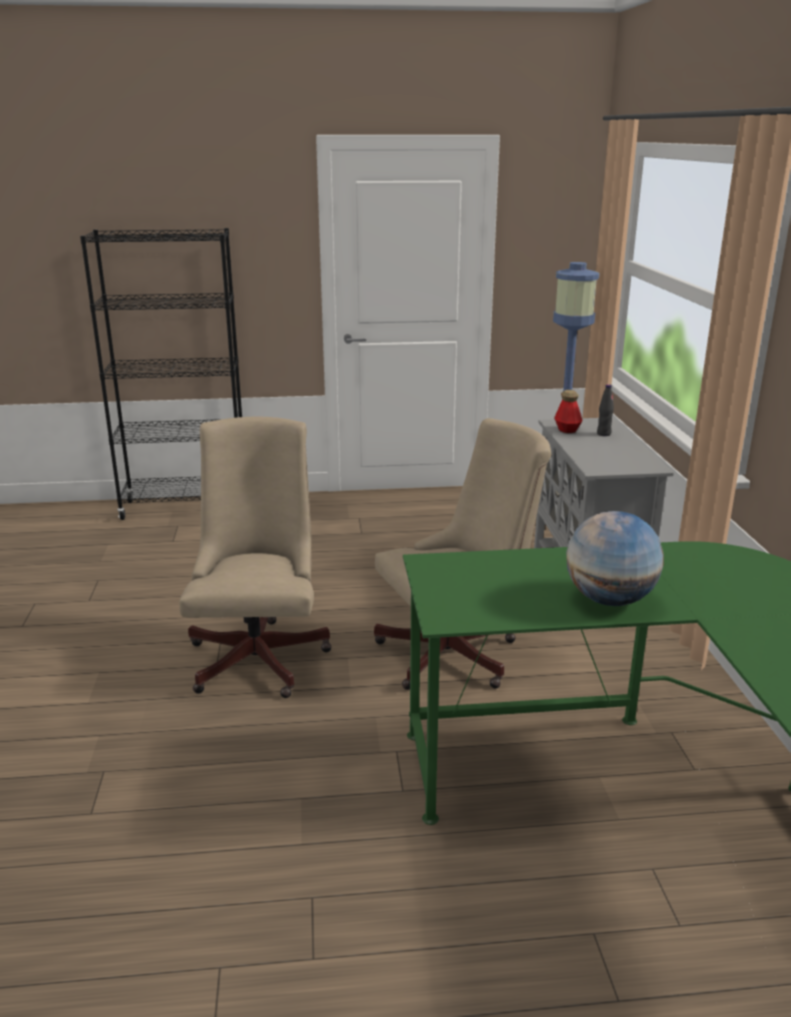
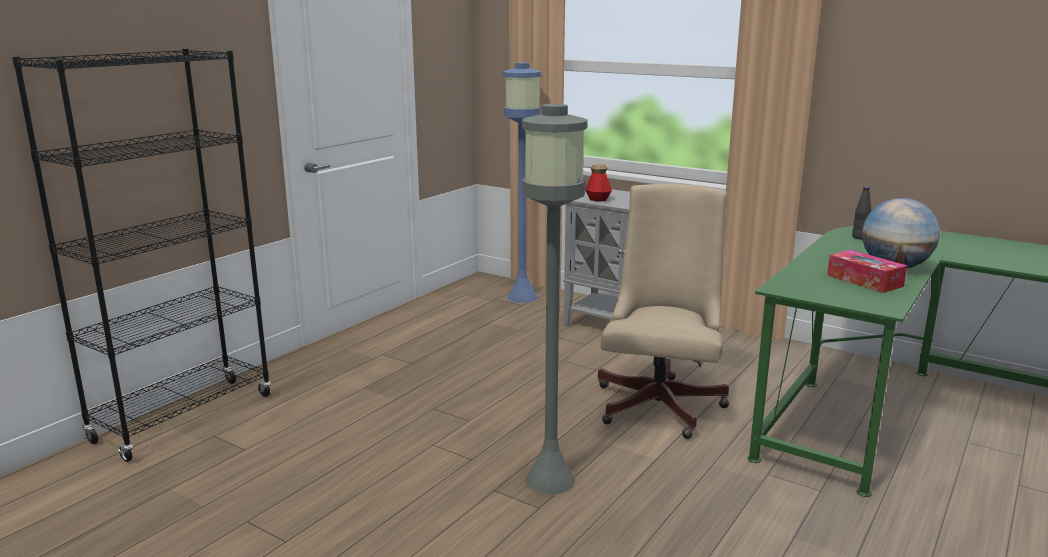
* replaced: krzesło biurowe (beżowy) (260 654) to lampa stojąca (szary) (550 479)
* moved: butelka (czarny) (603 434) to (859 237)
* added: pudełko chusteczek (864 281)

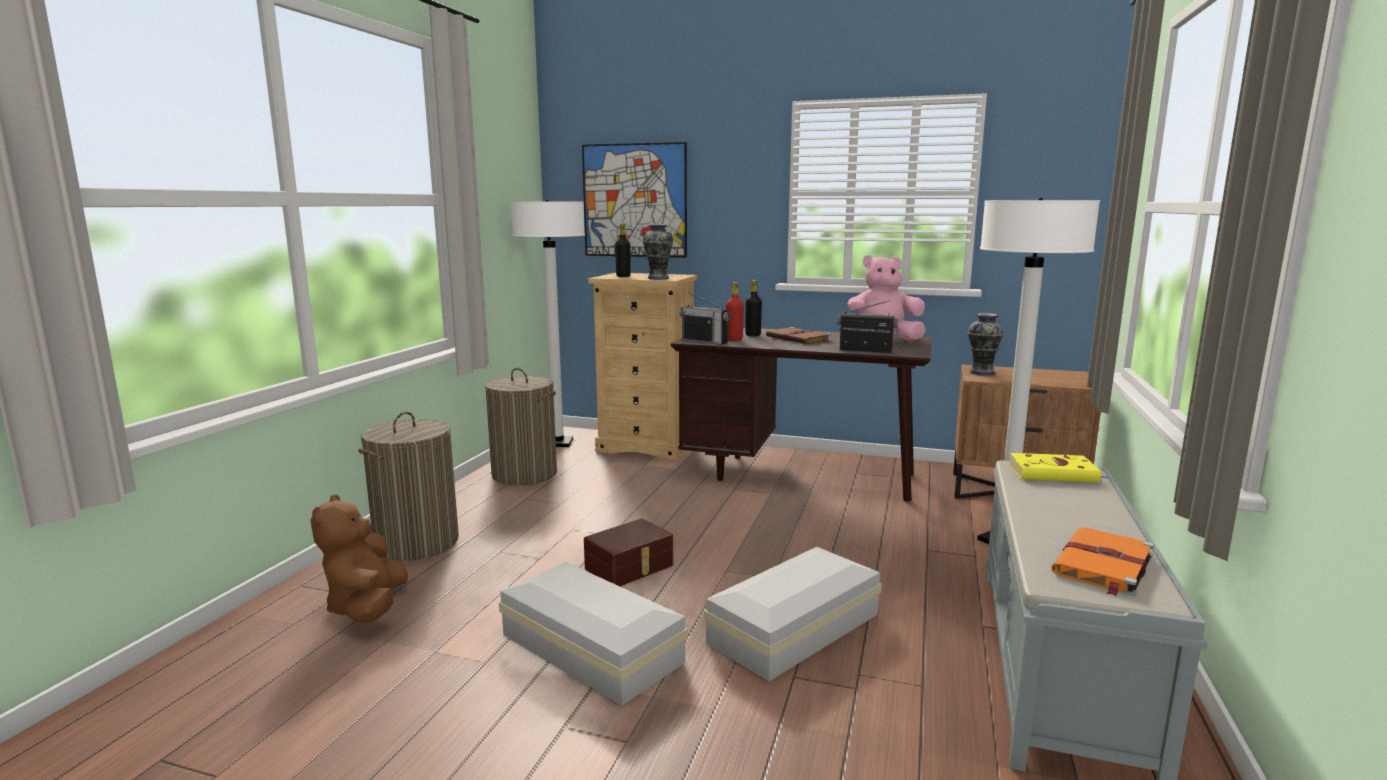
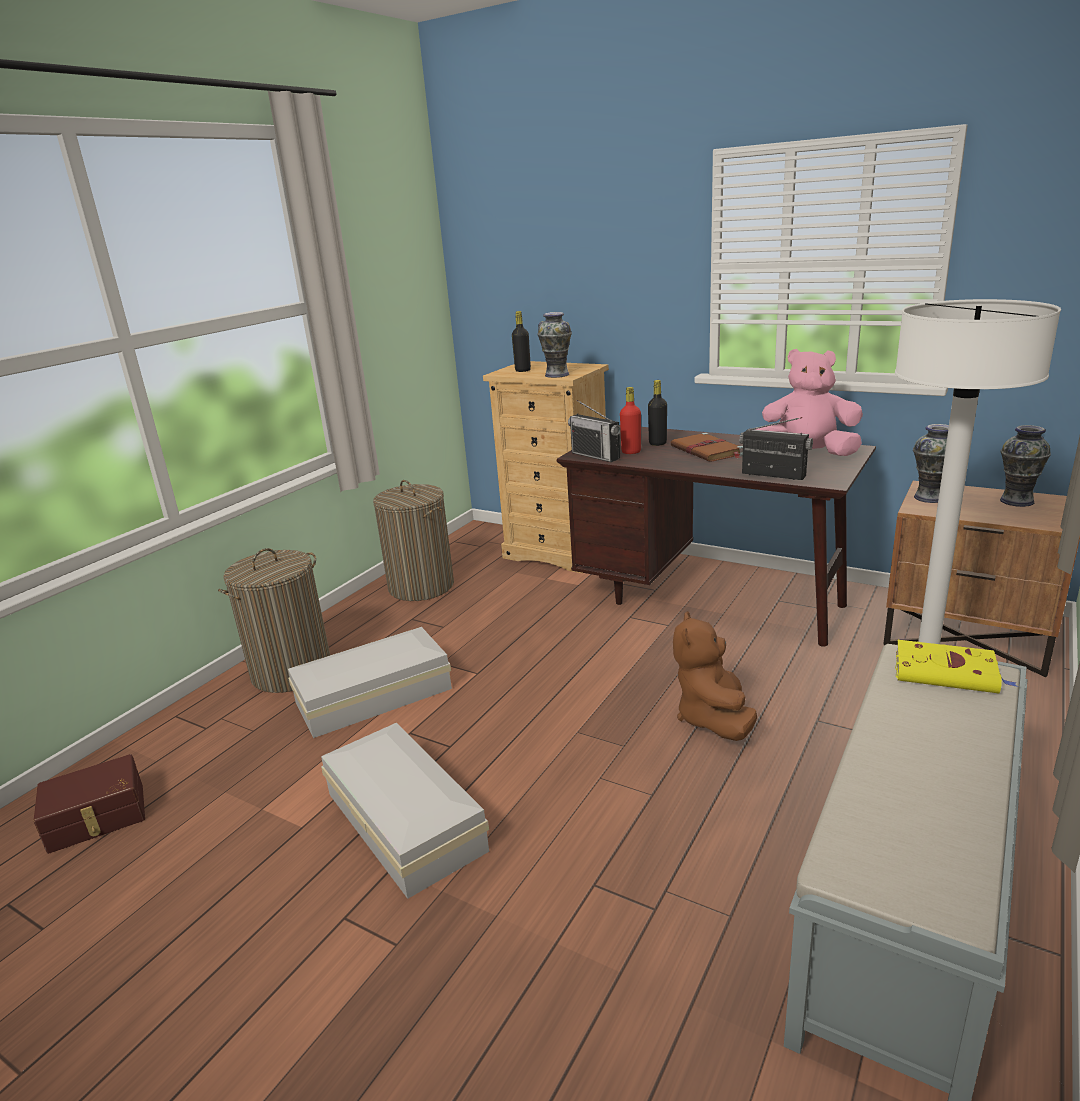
* moved: pluszak (brązowy) (367 608) to (713 718)
* removed: lampa stojąca (biały) (558 443)
* removed: obraz (634 200)
* moved: pojemnik do przechowywania (brązowy) (630 567) to (97 818)
* moved: pojemnik do przechowywania (biały) (798 628) to (376 696)
* removed: książka (pomarańczowy) (1102 565)
* added: wazon (1017 501)

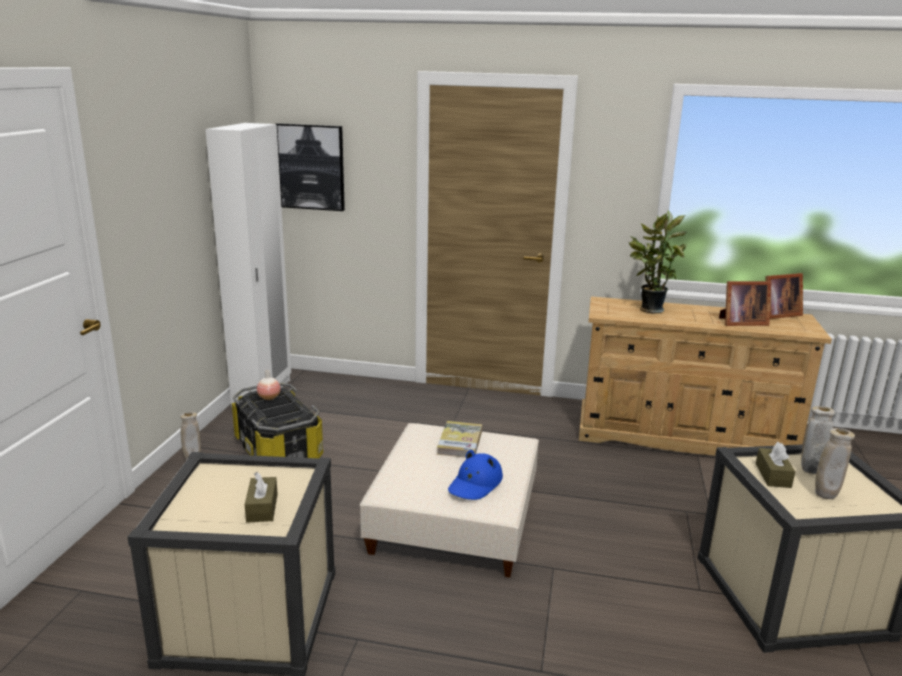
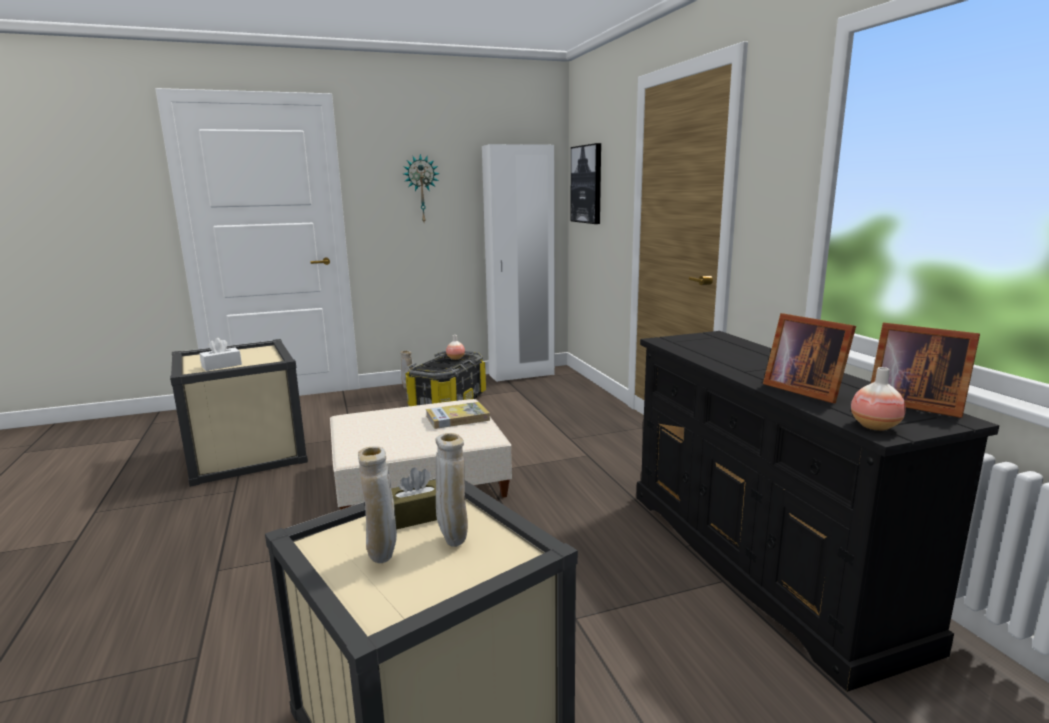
* recoloured: pudełko chusteczek (brązowy) (262 508) to pudełko chusteczek (biały) (221 366)
* removed: kapelusz (niebieski) (475 484)
* recoloured: komoda (beżowy) (685 436) to komoda (czarny) (762 561)
* removed: roślina doniczkowa (649 309)
* added: zegar ścienny (421 189)
* added: wazon (875 426)

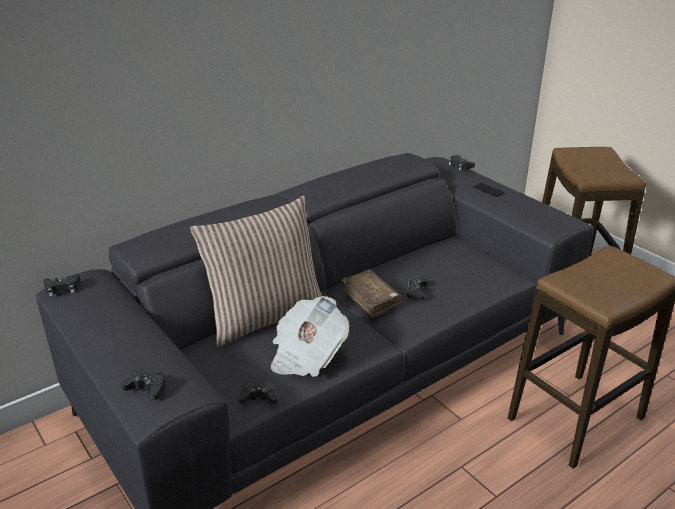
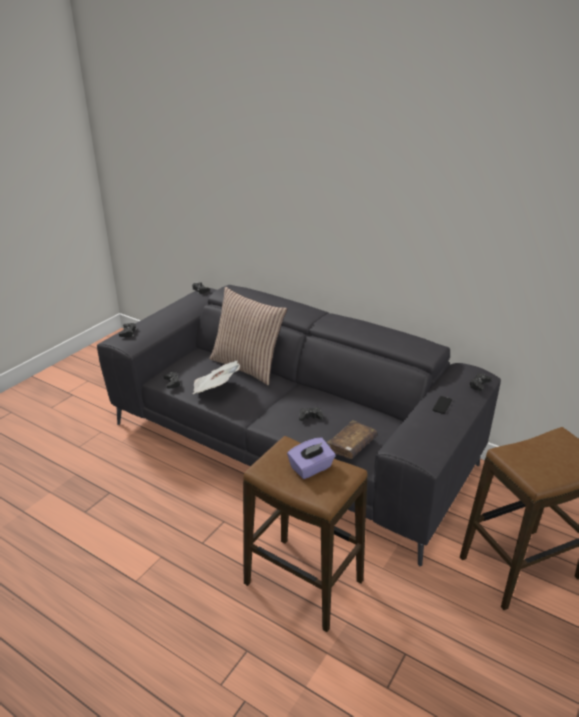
* moved: książka (brązowy) (371 299) to (351 445)
* added: pudełko chusteczek (fioletowy) (311 468)

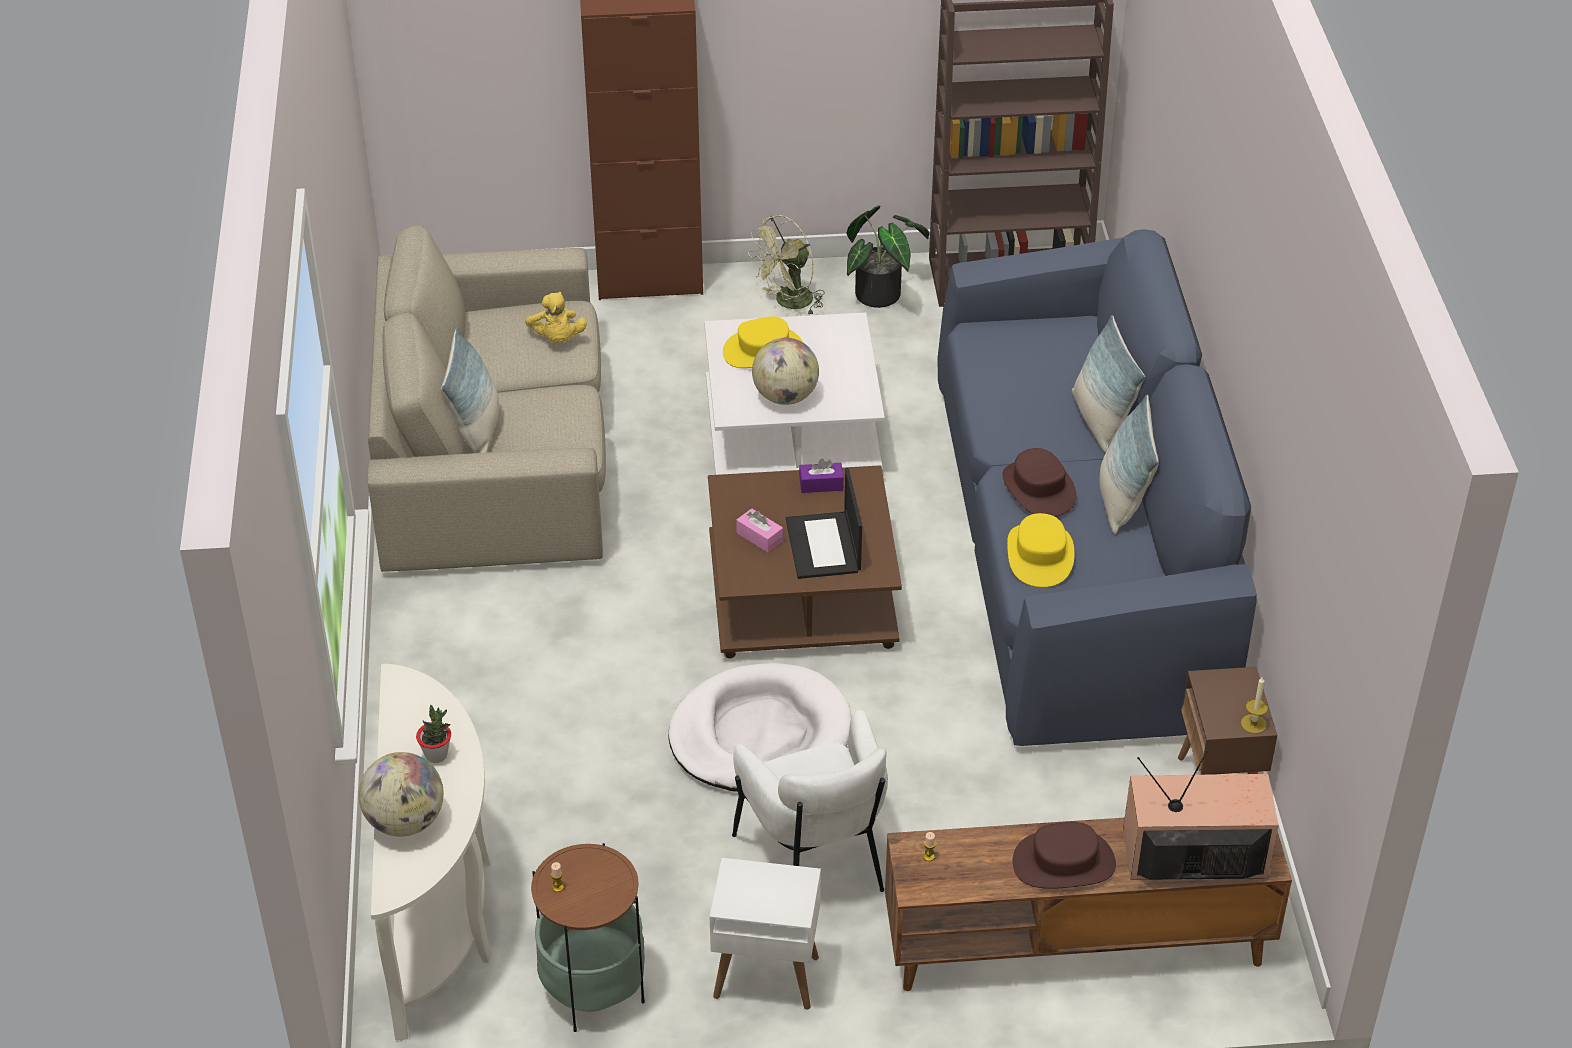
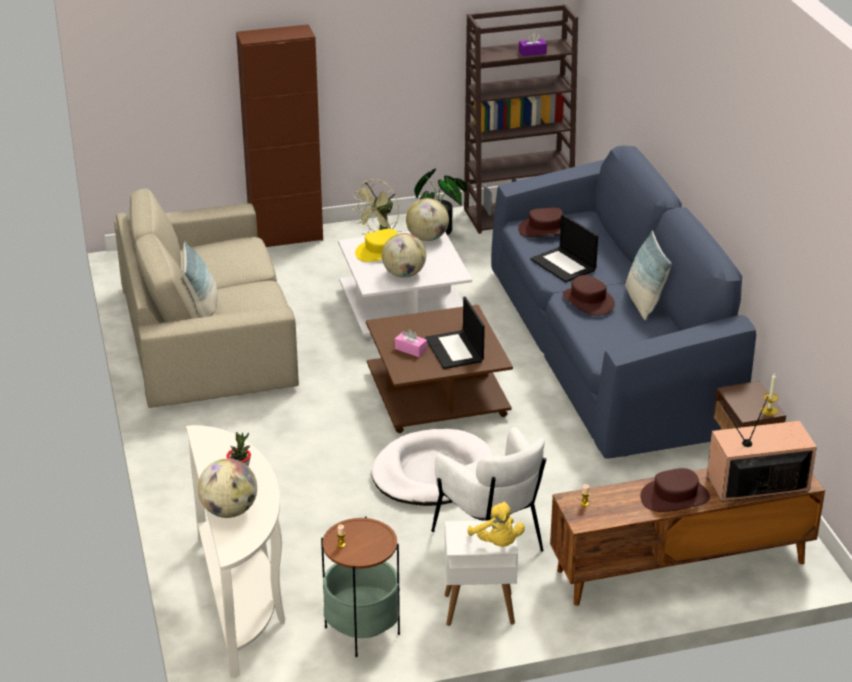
* moved: pluszak (żółty) (557 339) to (497 543)
* moved: pudełko chusteczek (fioletowy) (821 484) to (532 52)
* removed: kapelusz (żółty) (1040 555)
* removed: poduszka (1100 421)
* added: globus (427 238)
* added: kapelusz (brązowy) (545 229)
* added: laptop (564 265)

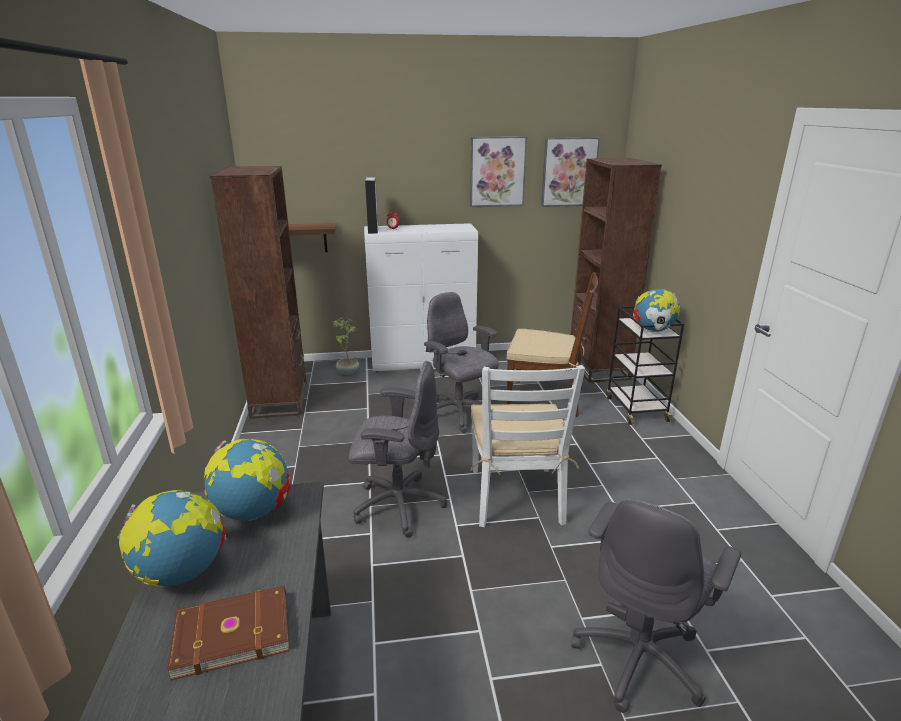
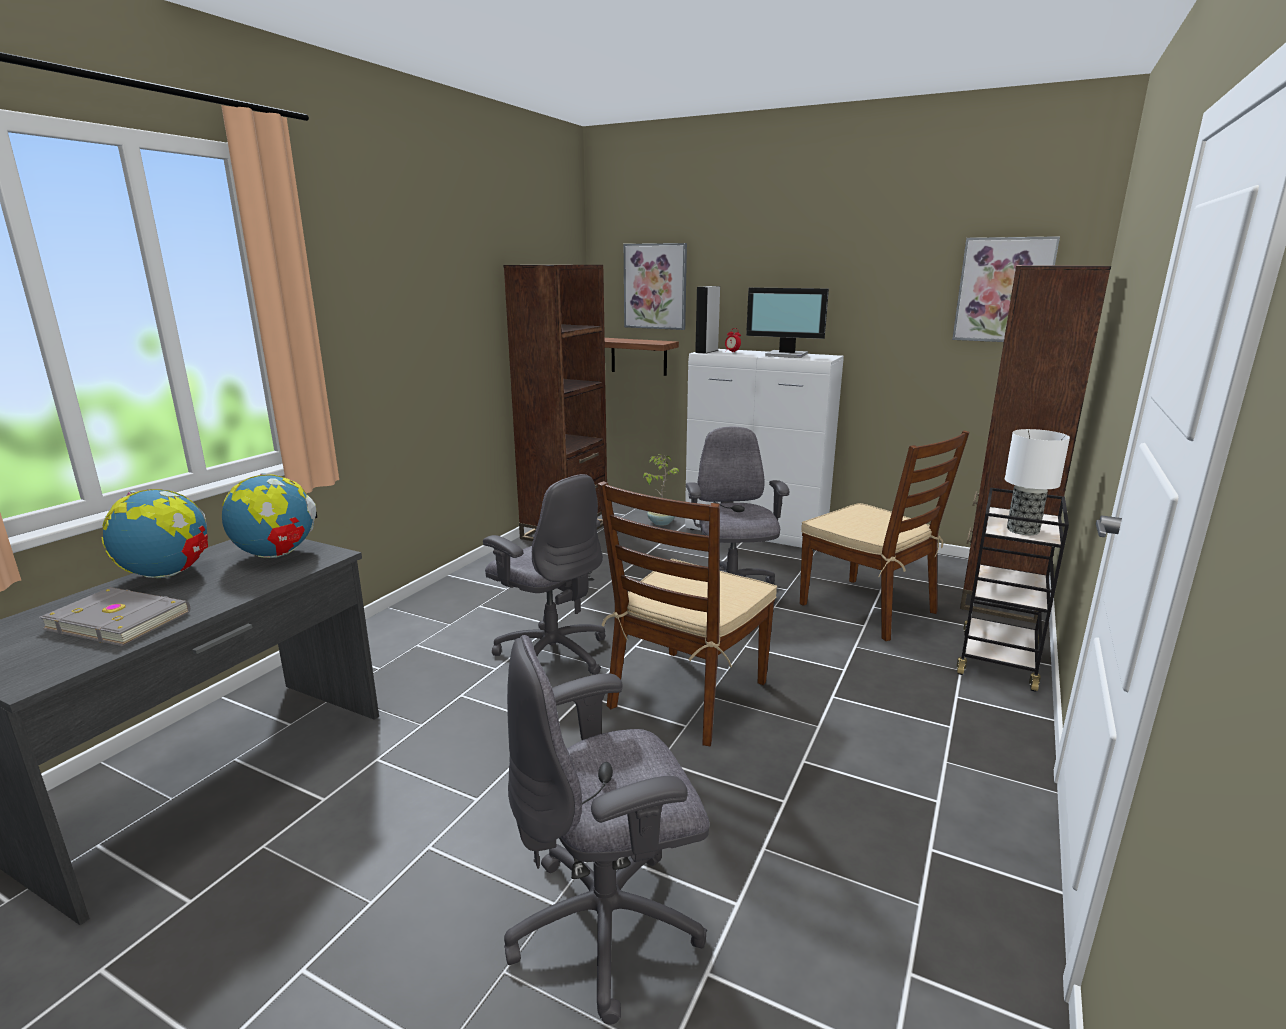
* recoloured: książka (brązowy) (231 632) to książka (szary) (120 619)
* moved: obraz (497 172) to (655 286)
* recoloured: krzesło (biały) (516 496) to krzesło (brązowy) (687 695)
* replaced: globus (653 331) to lampa stołowa (1021 530)
* added: monitor (787 355)

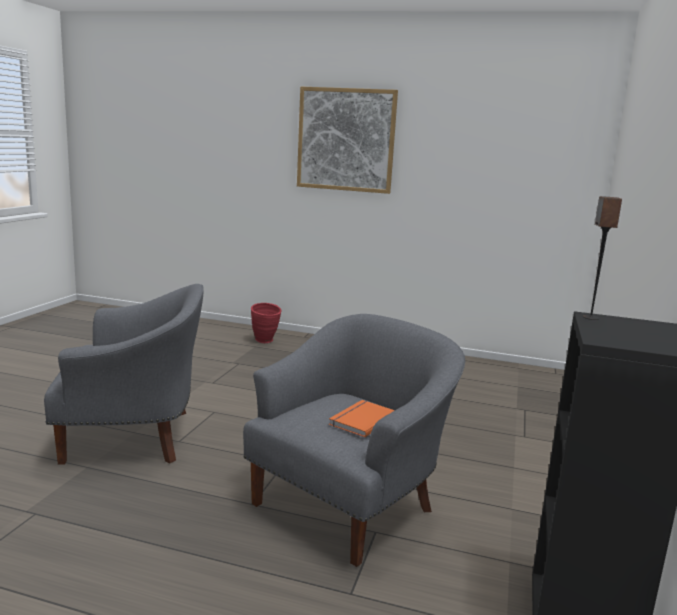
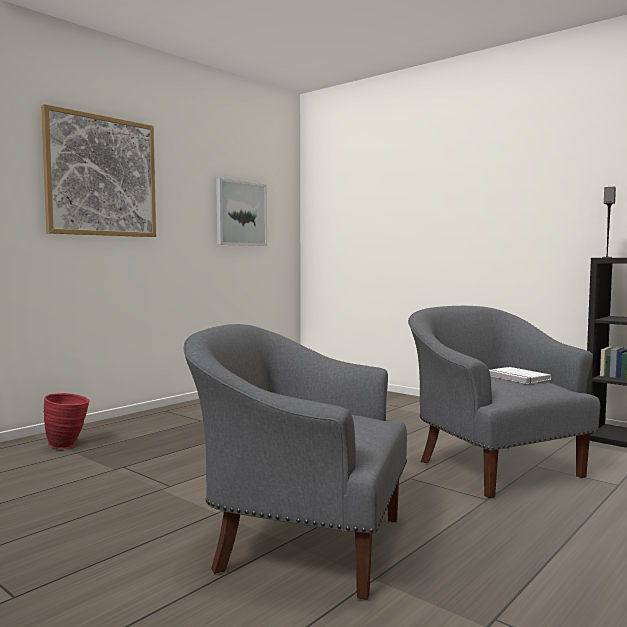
* turned: fotel (szary) (135 437) = (302 542) 90 degrees counterclockwise
* recoloured: książka (pomarańczowy) (361 420) to książka (biały) (516 378)
* added: obraz (241 213)

